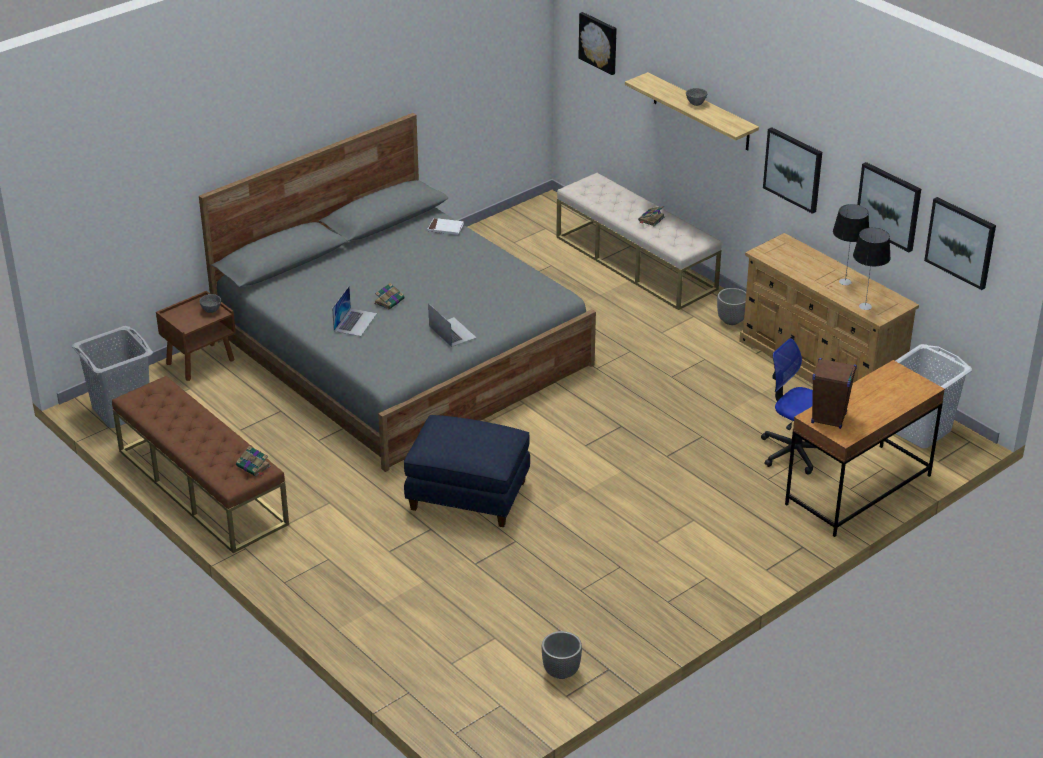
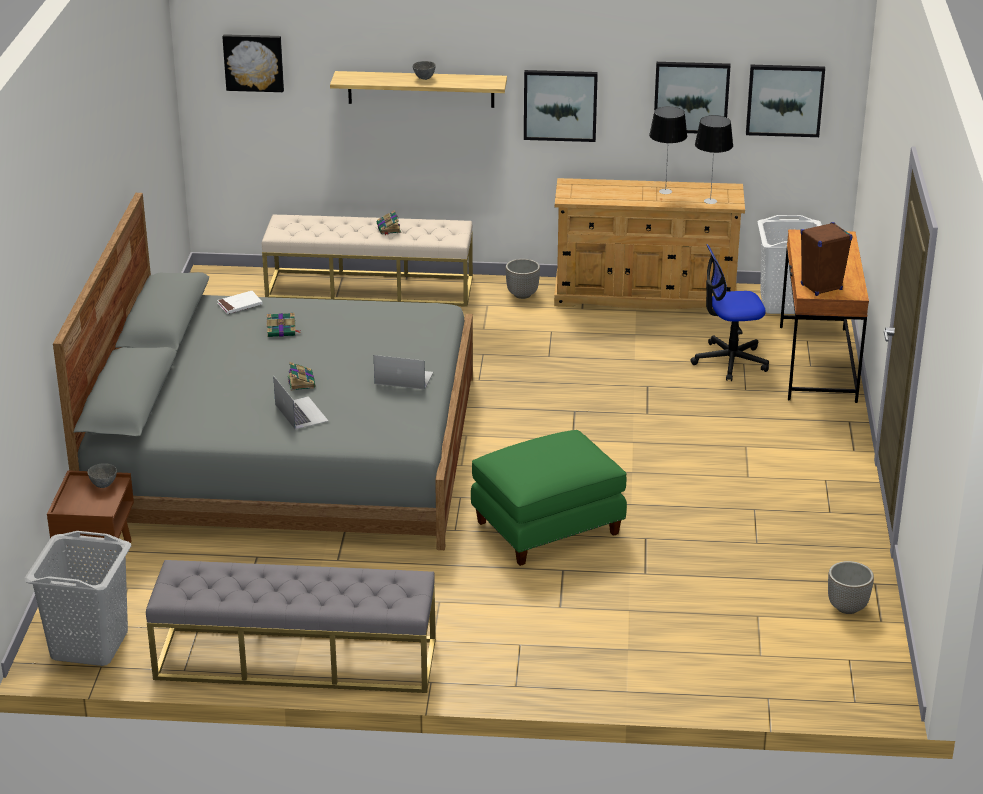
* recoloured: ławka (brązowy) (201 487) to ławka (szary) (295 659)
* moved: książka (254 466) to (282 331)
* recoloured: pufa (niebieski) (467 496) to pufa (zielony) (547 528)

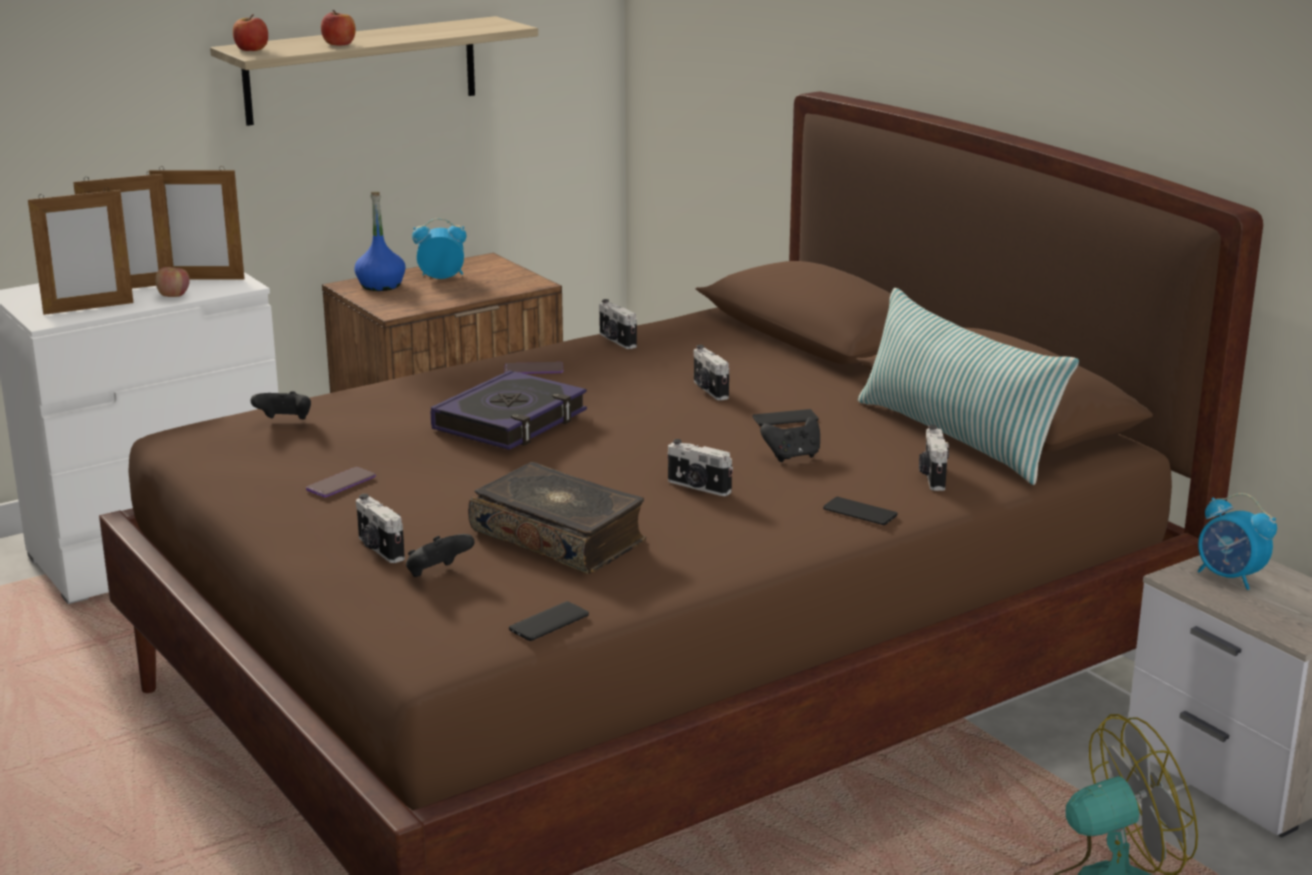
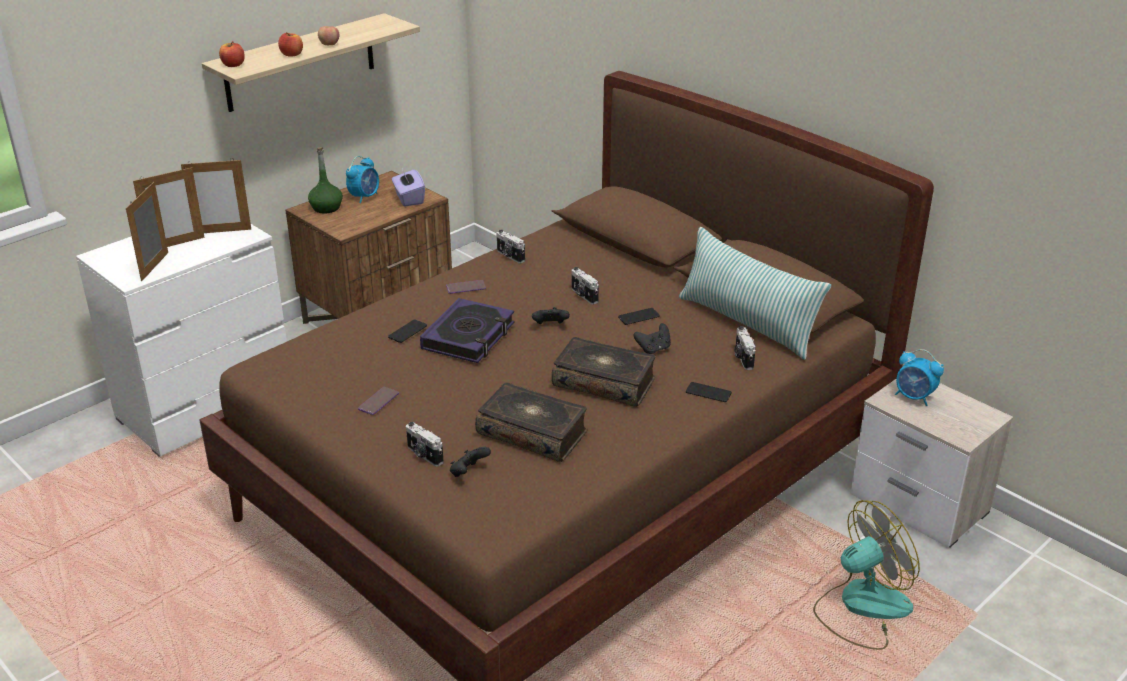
* turned: ramka na zdjęcie (88 308) = (155 266) 135 degrees clockwise
* moved: jabłko (173 296) to (329 44)
* moved: pad do gier (czarny) (285 422) to (550 326)
* recoloured: butelka (niebieski) (380 285) to butelka (zielony) (326 208)
* turned: budzik (441 277) = (364 197) 135 degrees clockwise
* moved: telefon (549 622) to (407 331)
* replaced: aparat fotograficzny (698 487) to książka (604 382)
* added: pudełko chusteczek (fioletowy) (409 199)

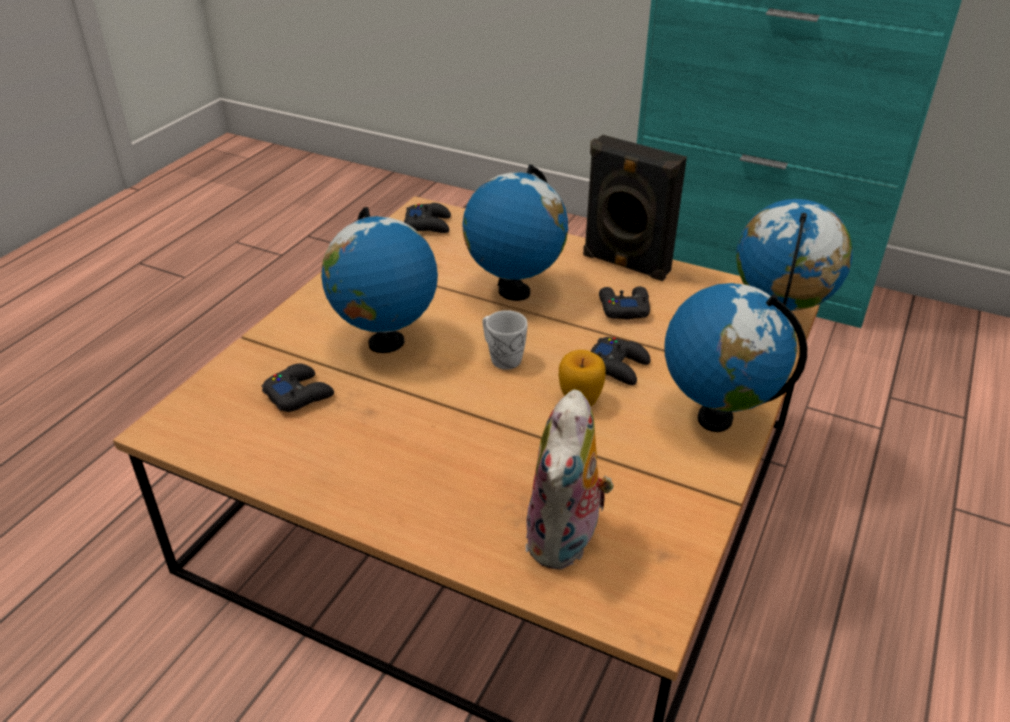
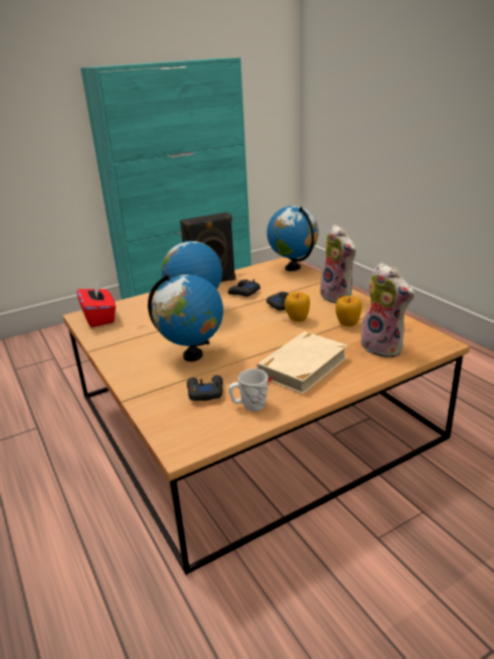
* replaced: pad do gier (czarny) (428 224) to pudełko chusteczek (czerwony) (99 317)
* moved: kubek (biały) (501 357) to (249 405)
* replaced: globus (715 418) to pluszak (339 297)
* added: książka (beżowy) (302 366)
* added: jabłko (347 324)

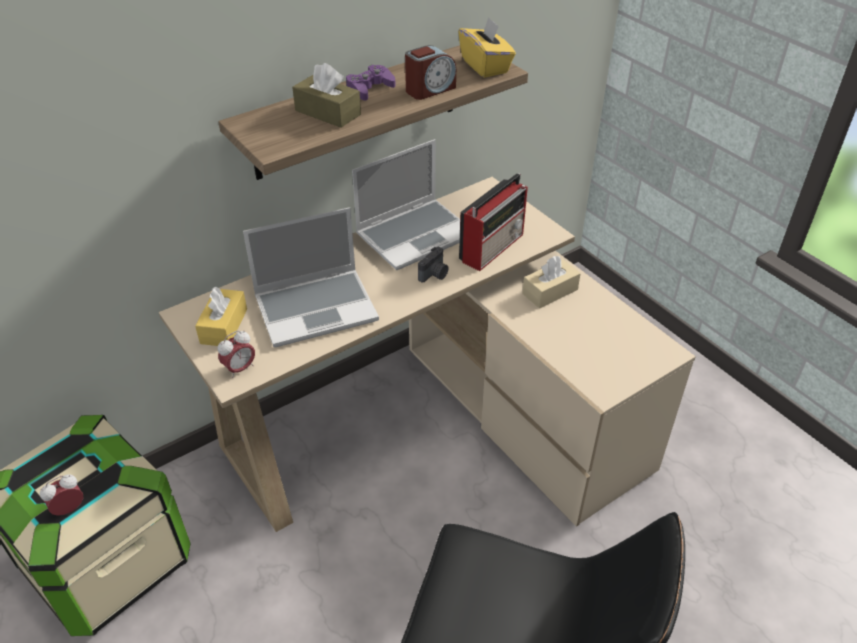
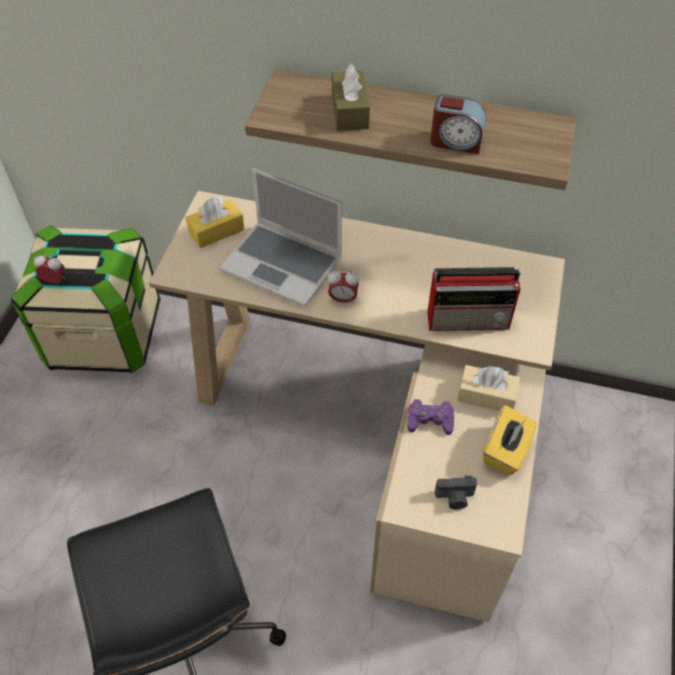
* moved: budzik (240 369) to (343 299)
* moved: pad do gier (fioletowy) (370 88) to (430 420)
* removed: laptop (415 234)
* moved: aparat fotograficzny (434 274) to (455 498)
* moved: pudełko chusteczek (żółty) (485 66) to (506 451)

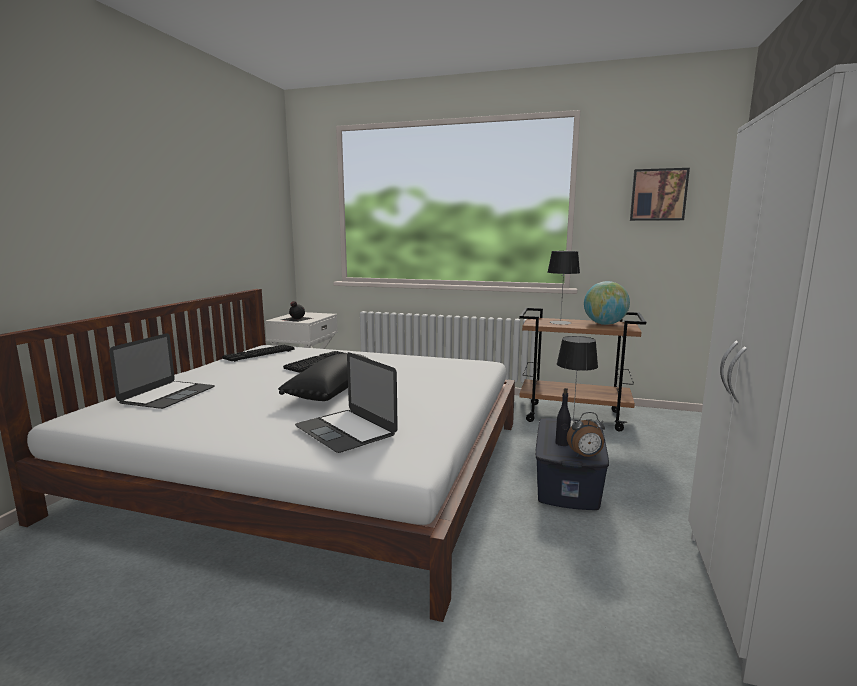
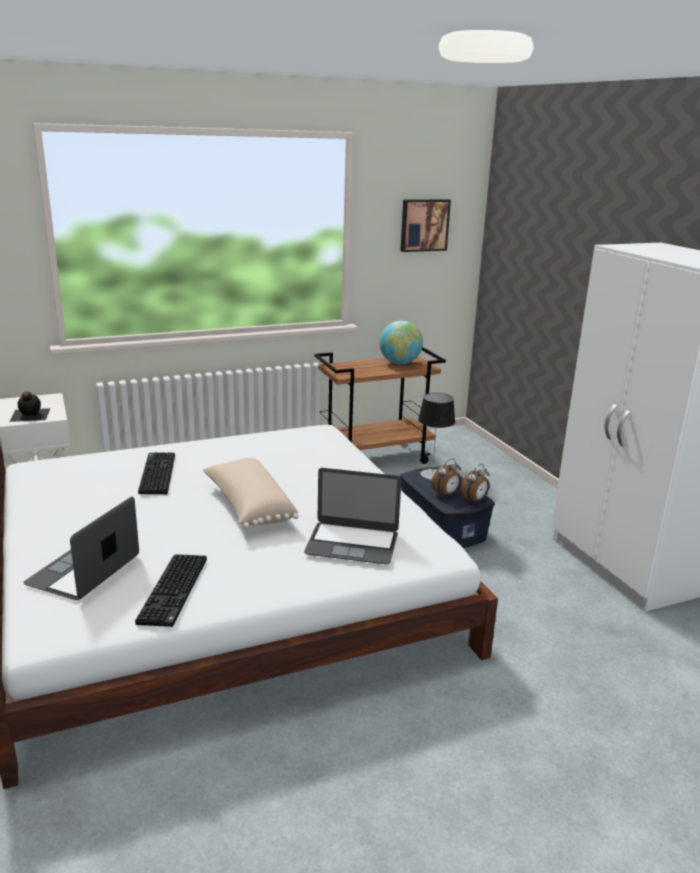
* turned: laptop (168 395) = (84 570) 135 degrees counterclockwise
* moved: klawiatura (259 354) to (175 591)
* recoloured: poduszka (czarny) (330 390) to poduszka (beżowy) (248 506)
* removed: lampa stołowa (560 322)
* replaced: butelka (czarny) (562 443) to budzik (446 494)

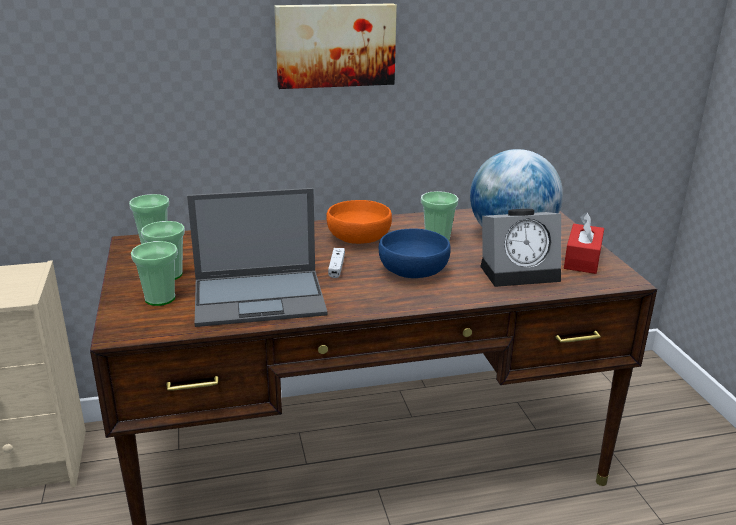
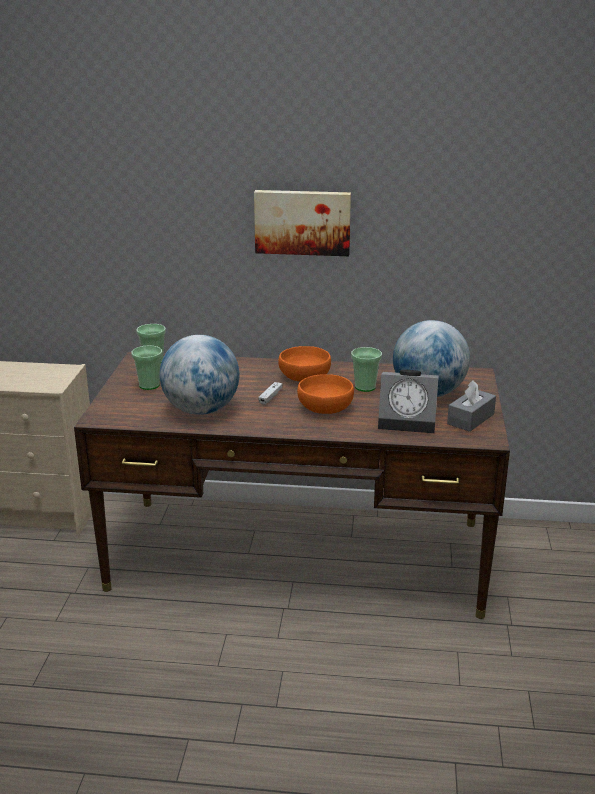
* removed: filiżanka (160 298)
* replaced: laptop (261 297) to globus (201 410)
* recoloured: miska (niebieski) (414 271) to miska (pomarańczowy) (326 408)
* recoloured: pudełko chusteczek (czerwony) (582 259) to pudełko chusteczek (szary) (470 419)

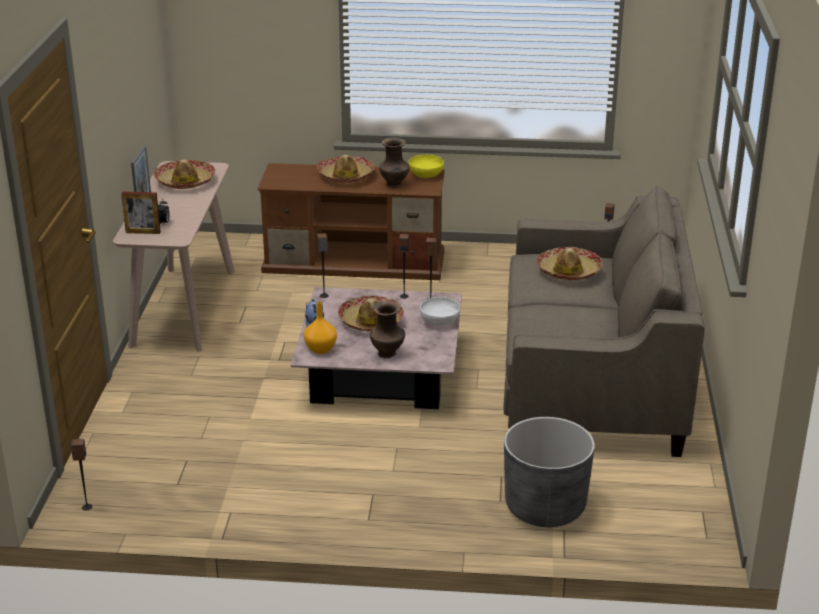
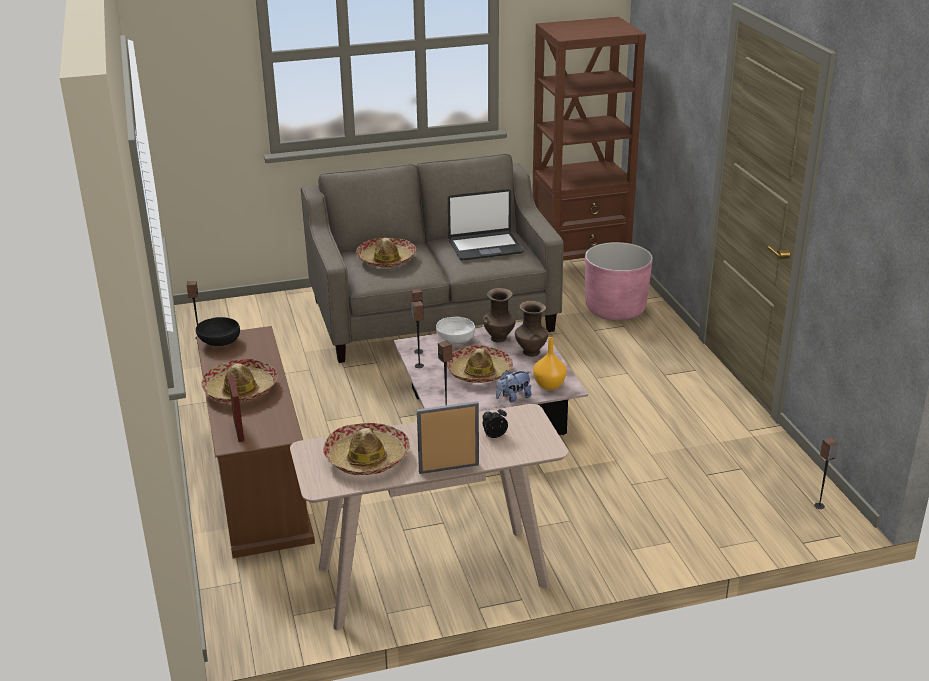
* moved: ramka na zdjęcie (143 232) to (238 430)
* moved: wazon (brązowy) (394 185) to (499 338)
* recoloured: miska (żółty) (426 175) to miska (czarny) (219 342)
* recoloured: donica (szary) (545 507) to donica (różowy) (615 309)
* added: laptop (485 247)
* added: regał (brązowy) (580 268)

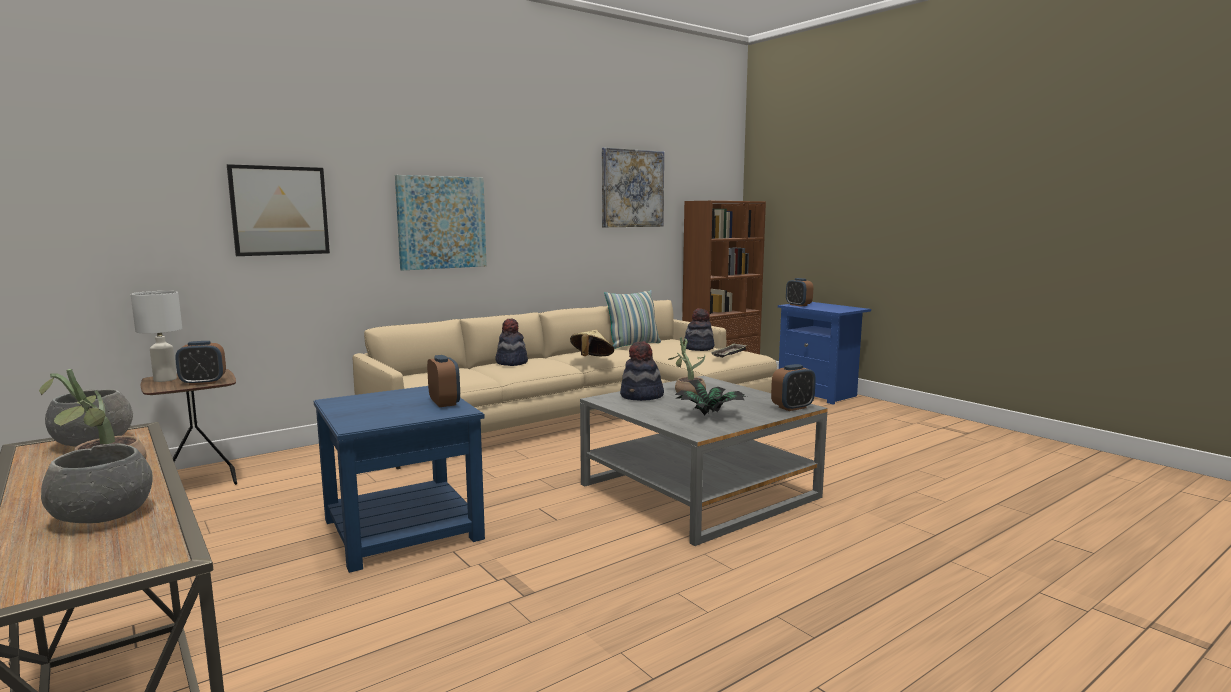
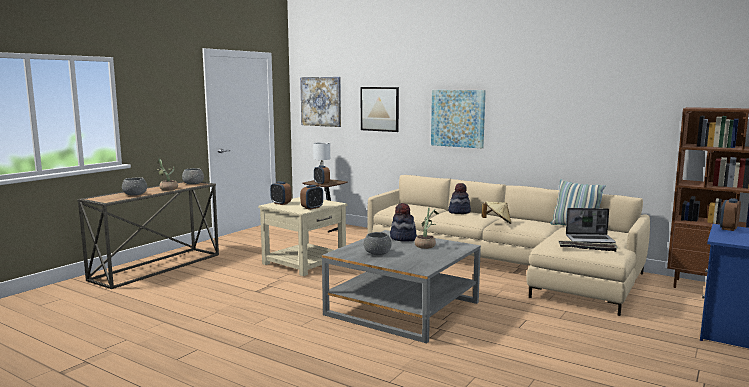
* recoloured: stolik (niebieski) (403 529) to stolik (beżowy) (304 262)
* moved: obraz (632 188) to (321 101)
* replaced: roślina doniczkowa (710 414) to miska (szary) (377 253)
* replaced: kapelusz (698 348) to laptop (590 239)
* moved: budzik (792 407) to (281 203)

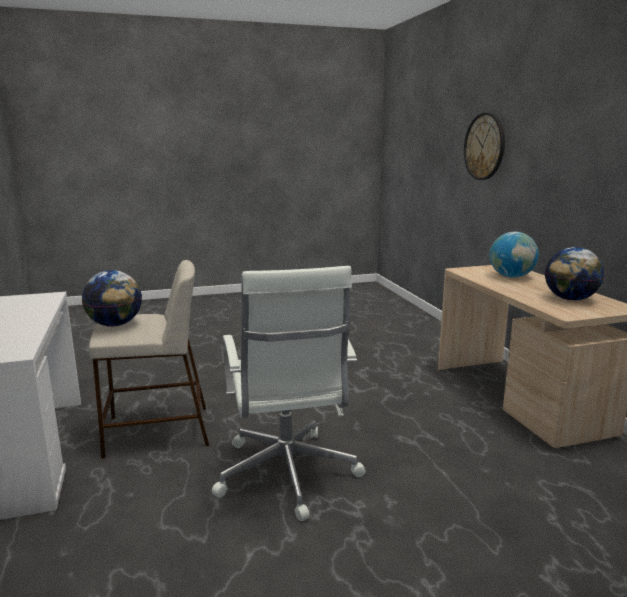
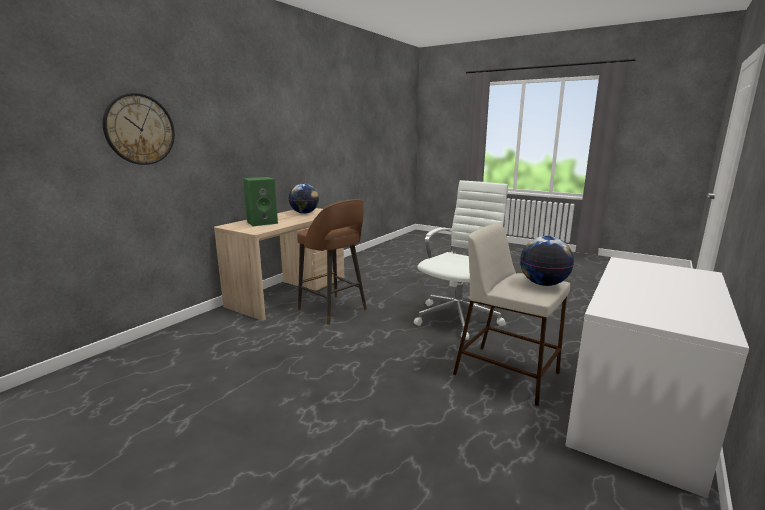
* replaced: globus (511 277) to głośnik (zielony) (263 222)
* added: stołek (brązowy) (333 310)

